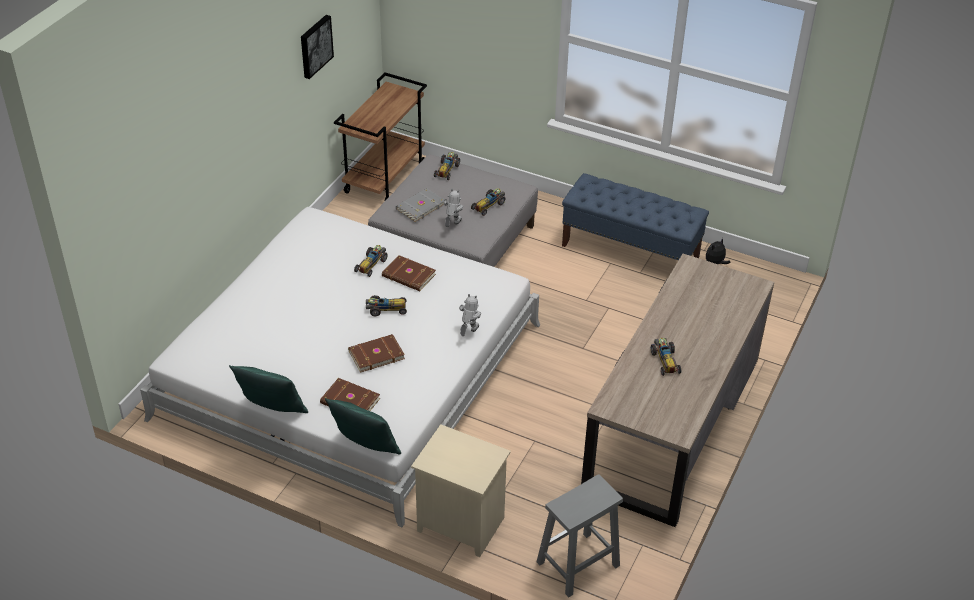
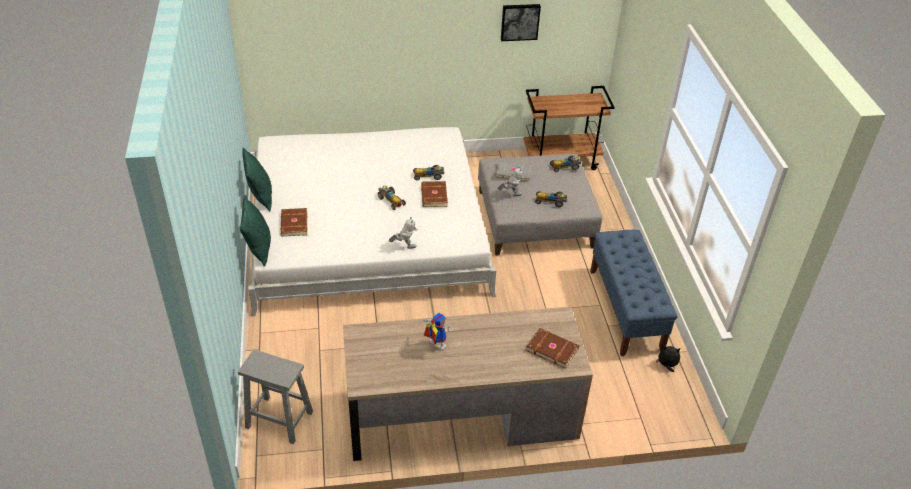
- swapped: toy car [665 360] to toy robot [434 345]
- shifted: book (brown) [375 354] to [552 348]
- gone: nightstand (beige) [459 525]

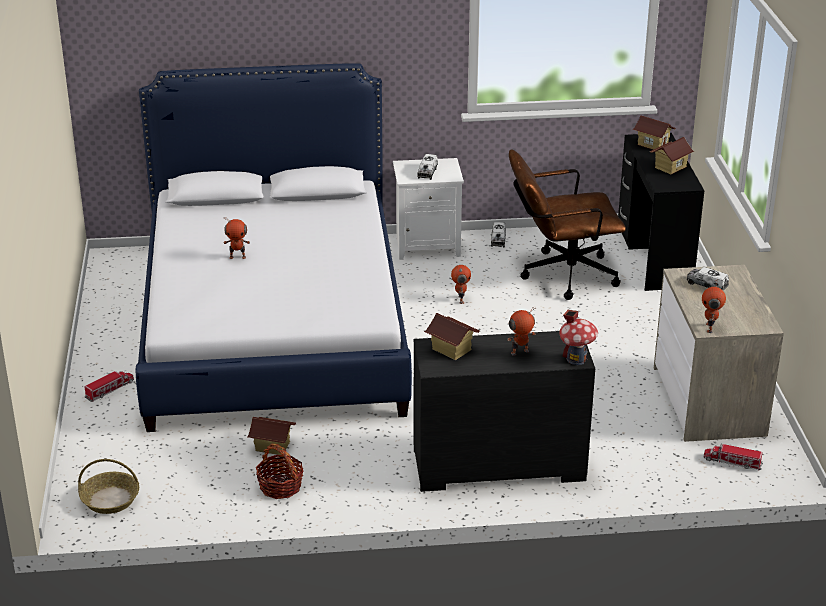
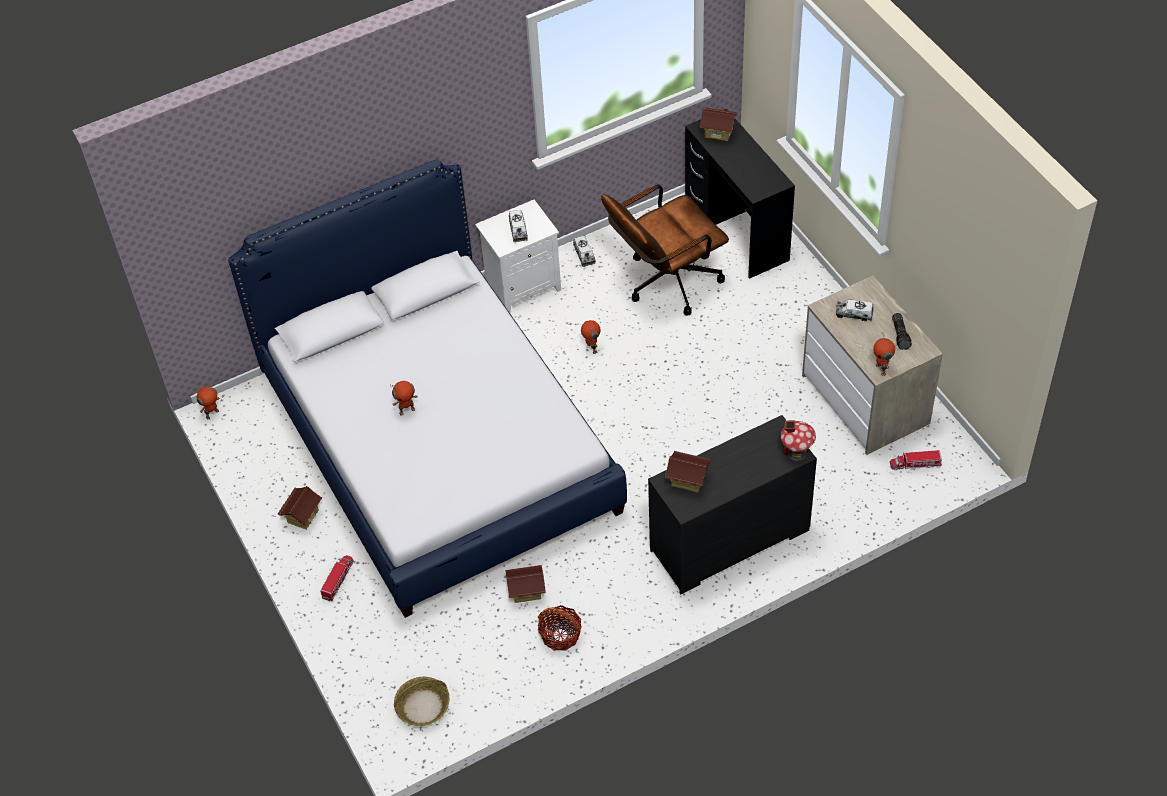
- shifted: toy robot [520 353] to [212 414]
- shifted: toy house [670 167] to [302 516]
- new: flashlight [901 335]

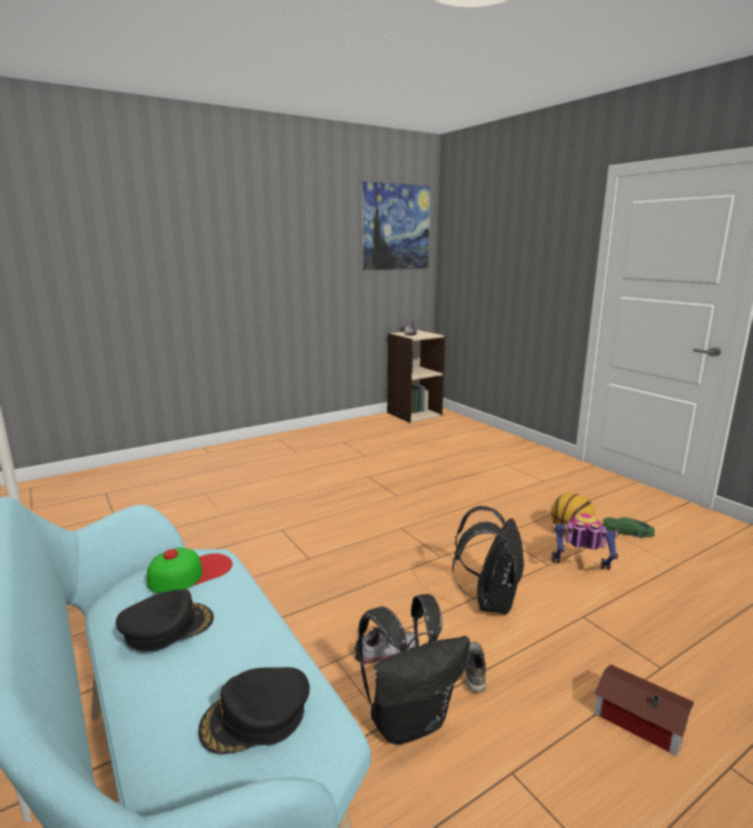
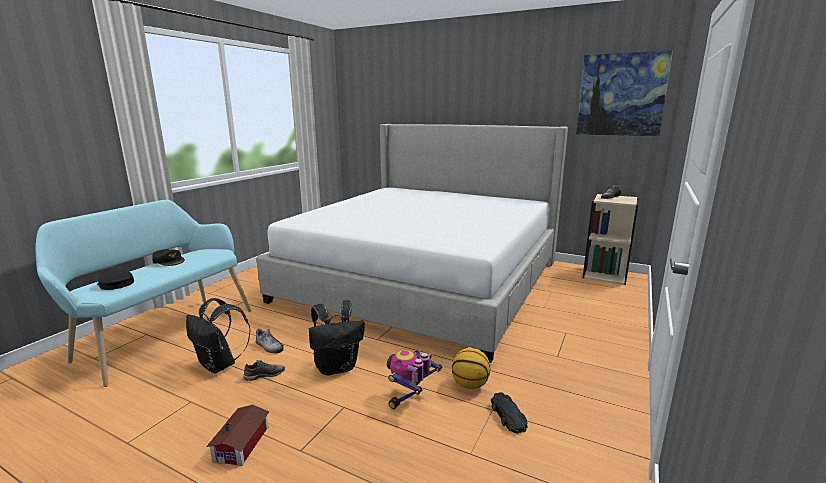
- new: bed [424 280]
- rotated: toy robot [580 569] = [411 397] 135 degrees counterclockwise
- repainted: toy car (green) [628 531] to toy car (black) [508 416]
- gone: cap [191 573]

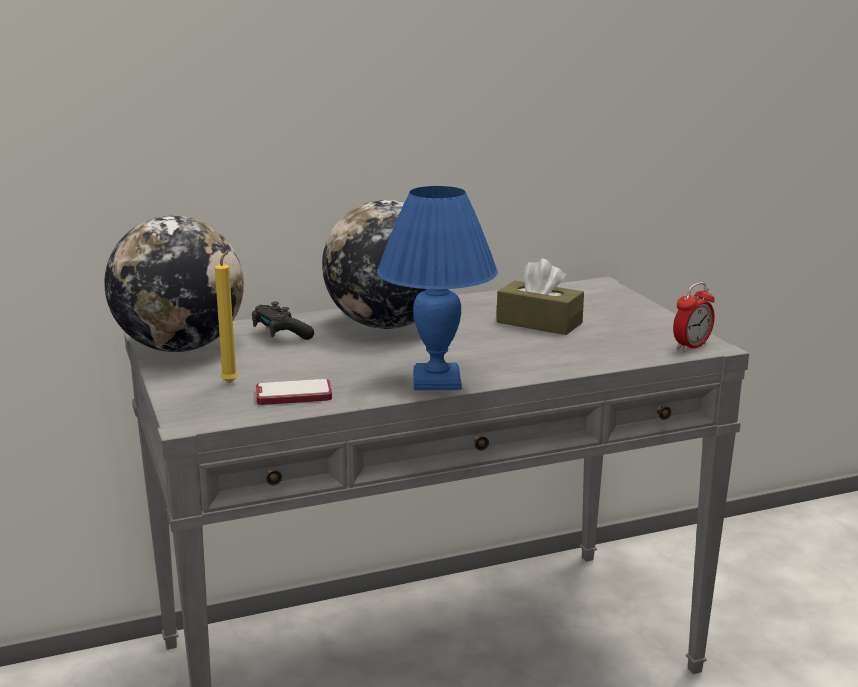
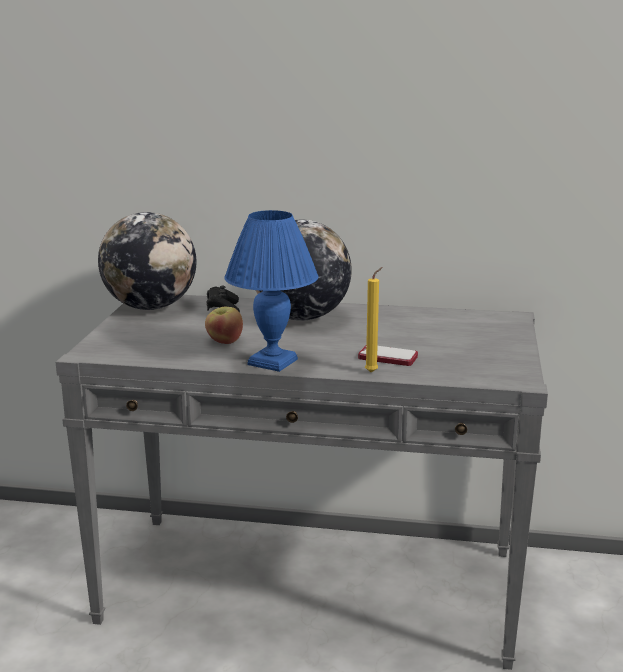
- new: apple [224 341]
- shifted: phone [293 394] to [388 357]
- shifted: candle (yellow) [231 382] to [373 372]
- gone: tissue box (brown) [539 323]
- gone: alarm clock [691 346]

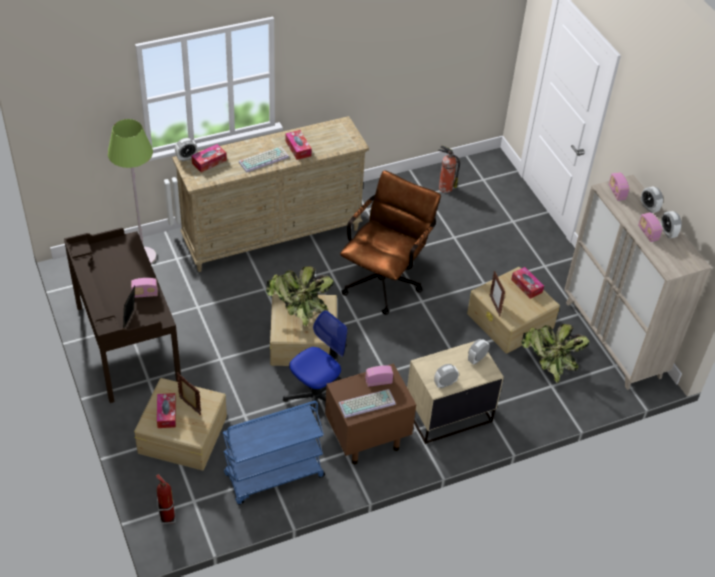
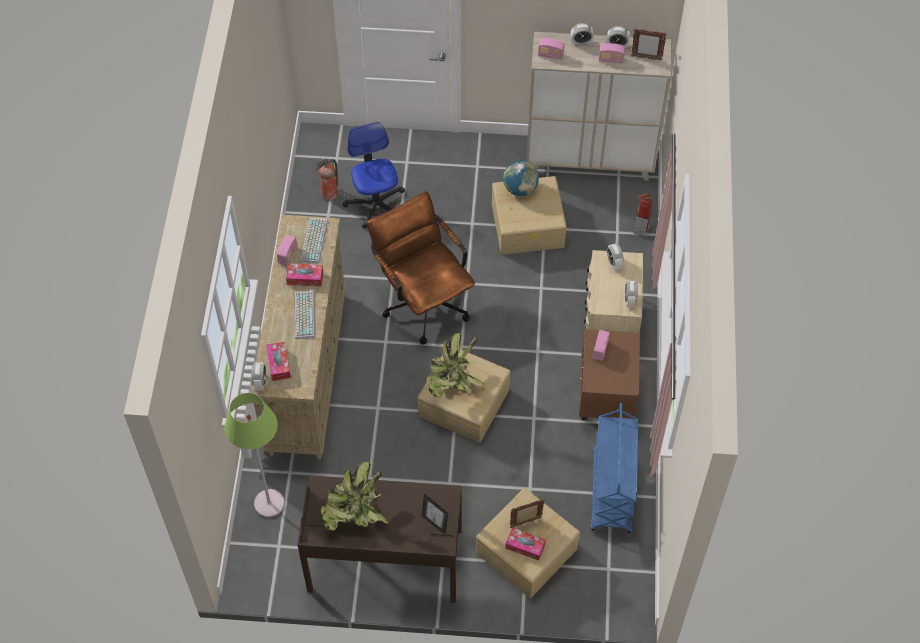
- shifted: radio [145 294] to [288 255]
- shifted: keyboard [367 403] to [313 239]
- shifted: potted plant [549 365] to [355 514]
- shifted: office chair [316 398] to [375 204]
- swapped: tissue box [526 286] to globe [520 189]
- shifted: picture frame [494 306] to [646 58]
- shifted: fire extinguisher [167 517] to [640 230]

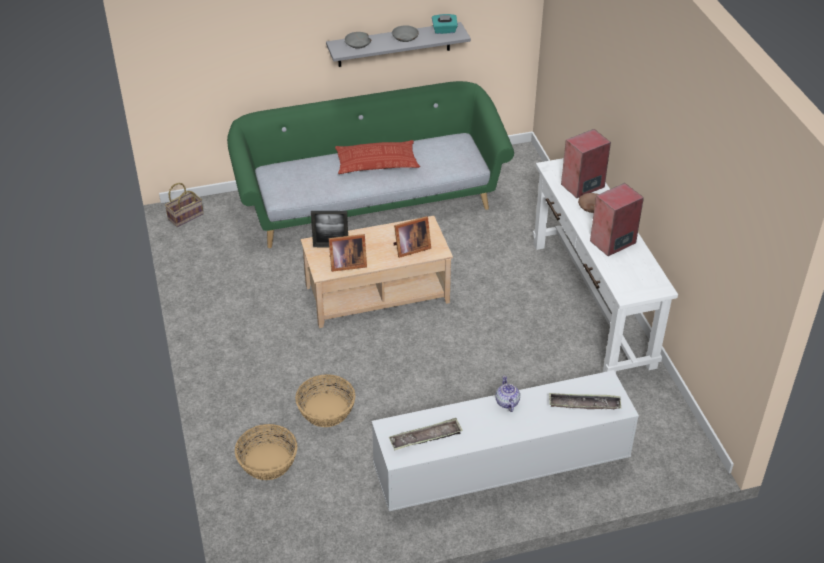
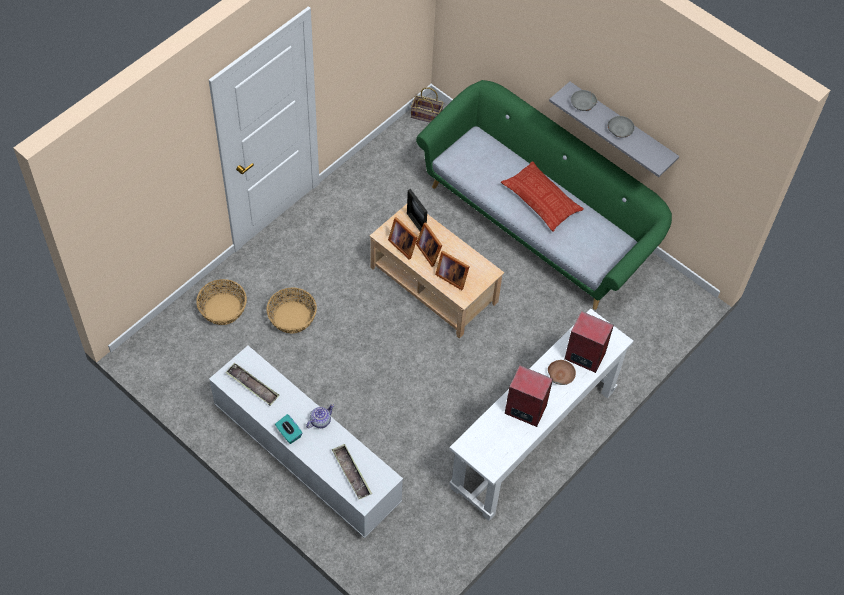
- shifted: tissue box (turquoise) [444 30] to [289 433]
- new: picture frame [430 251]

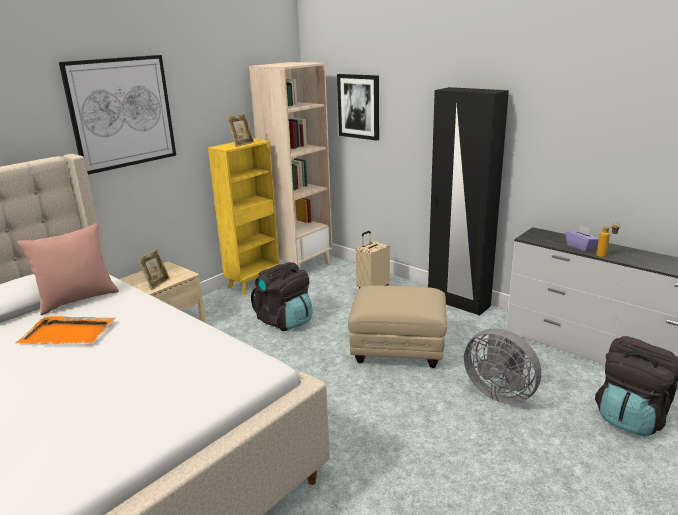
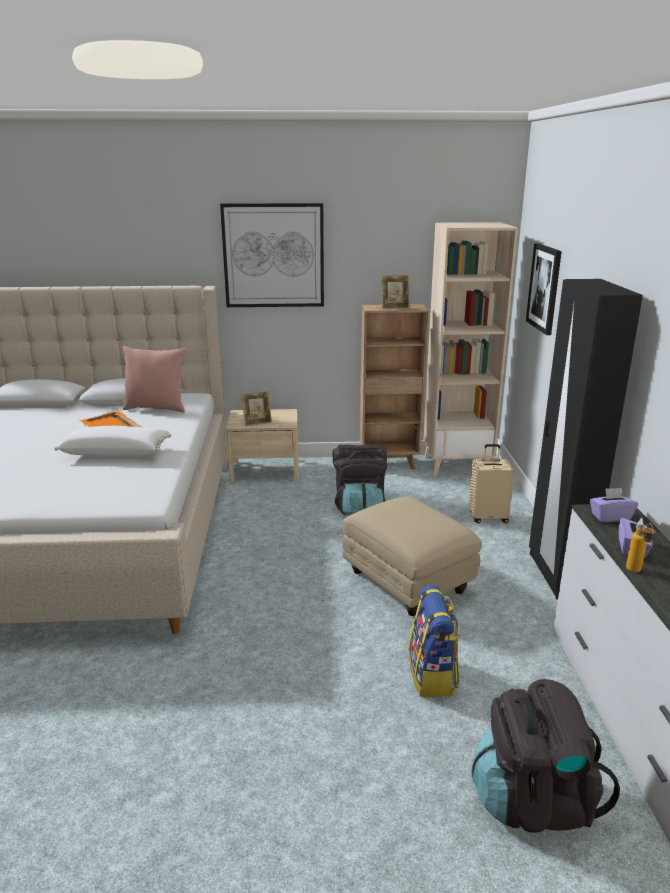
- new: pillow (white) [116 453]
- repainted: bookcase (yellow) [254 283] to bookcase (brown) [389 463]
- swapped: fan (grey) [500 392] to backpack [432 676]
- new: tissue box (purple) [610 517]

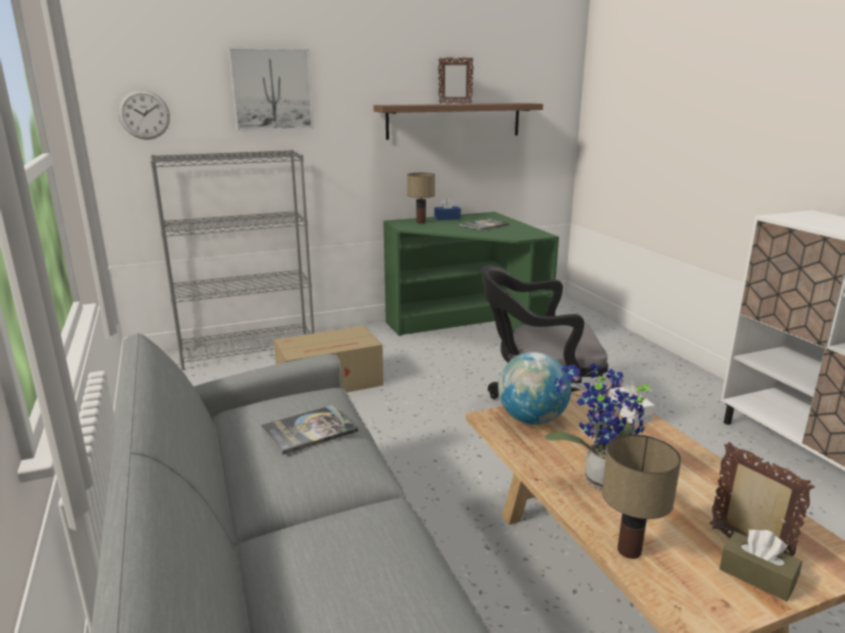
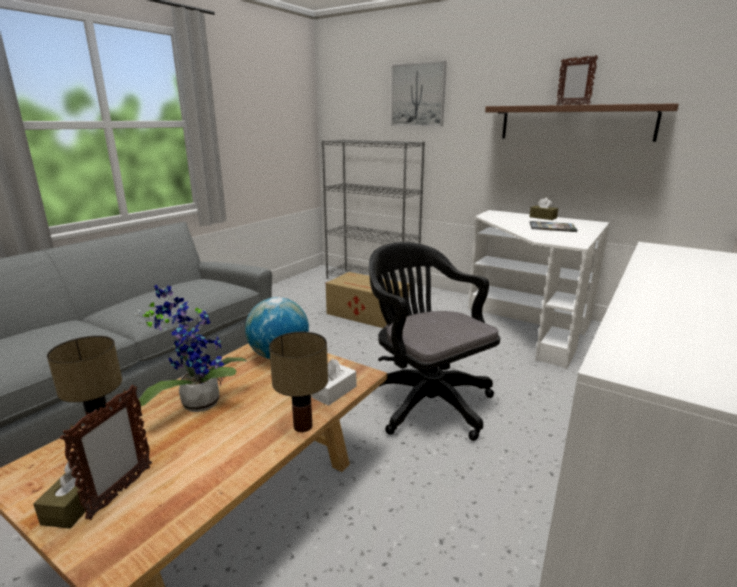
- shifted: table lamp [421 222] to [304 426]
- repainted: desk (green) [467 329] to desk (white) [528 326]
- repainted: tissue box (blue) [447 218] to tissue box (brown) [543 217]
- gone: wall clock [144 114]
- gone: book [309 430]

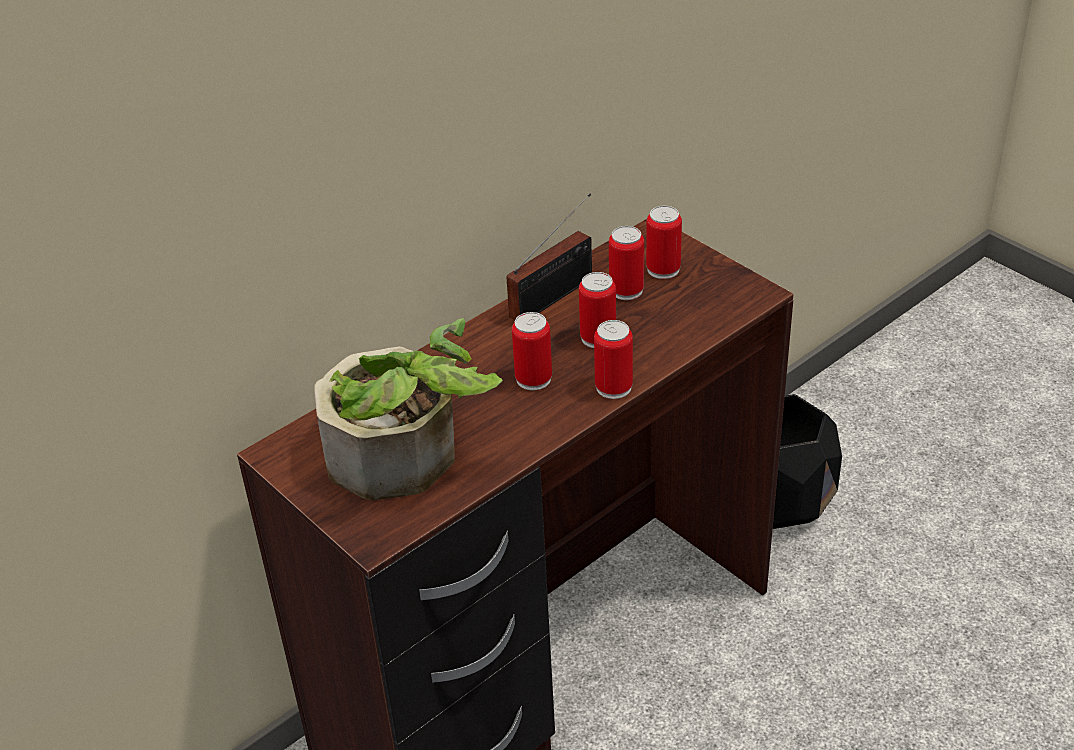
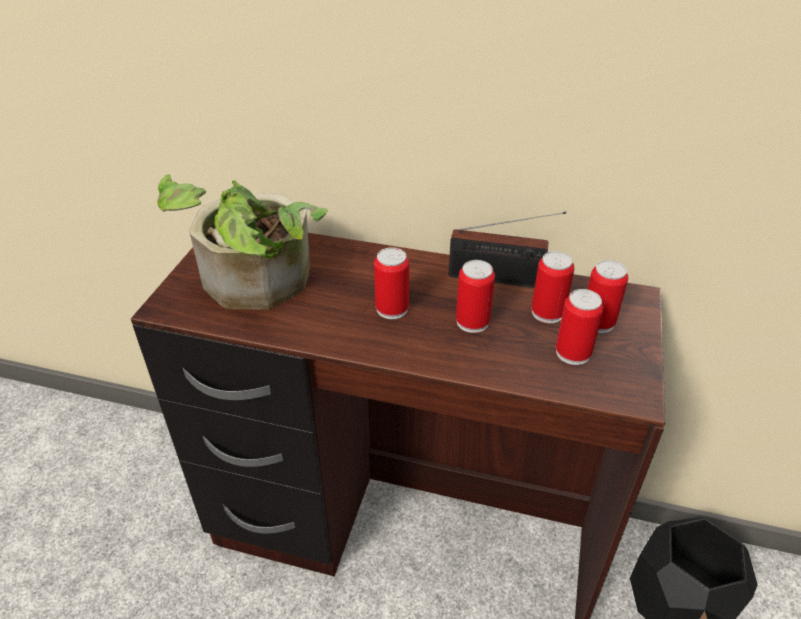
- shifted: can [613 387] to [573 353]

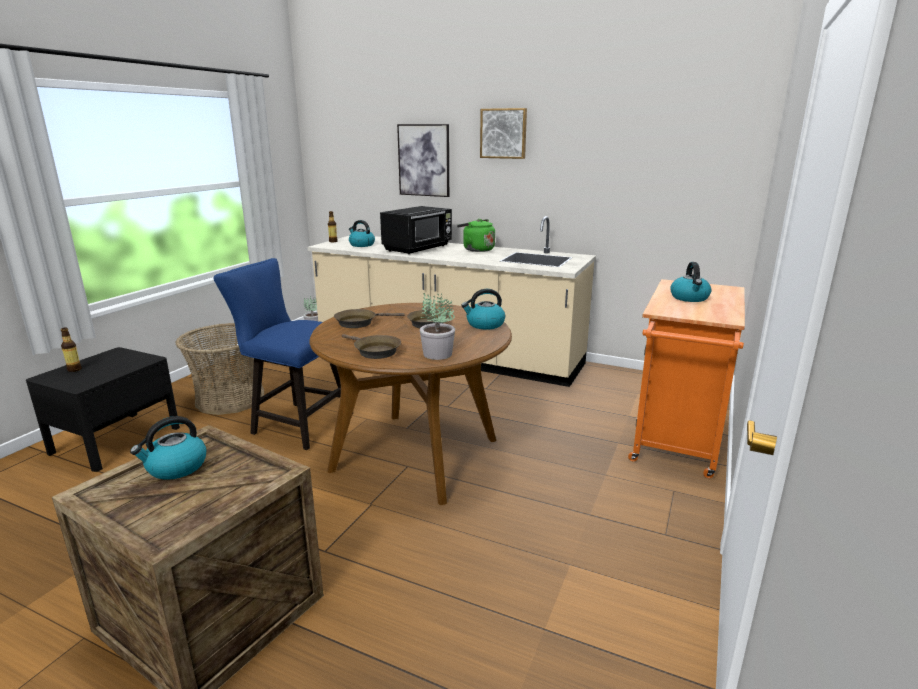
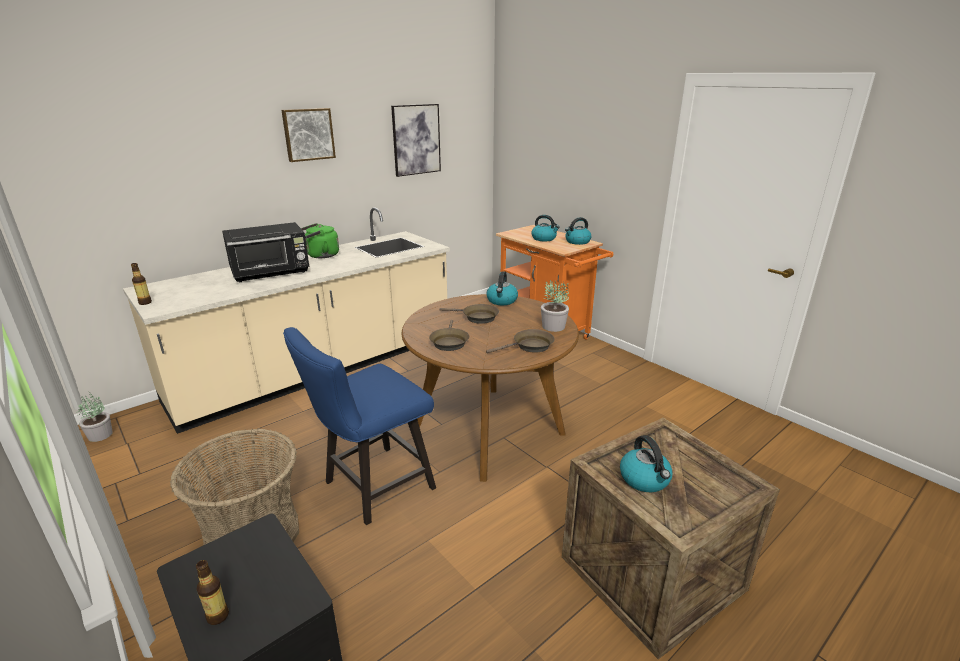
- rotated: microwave (black) [418 248] = [271 273] 90 degrees clockwise
- shifted: picture [424 160] to [416 139]
- shifted: kettle [361 245] to [577 242]

